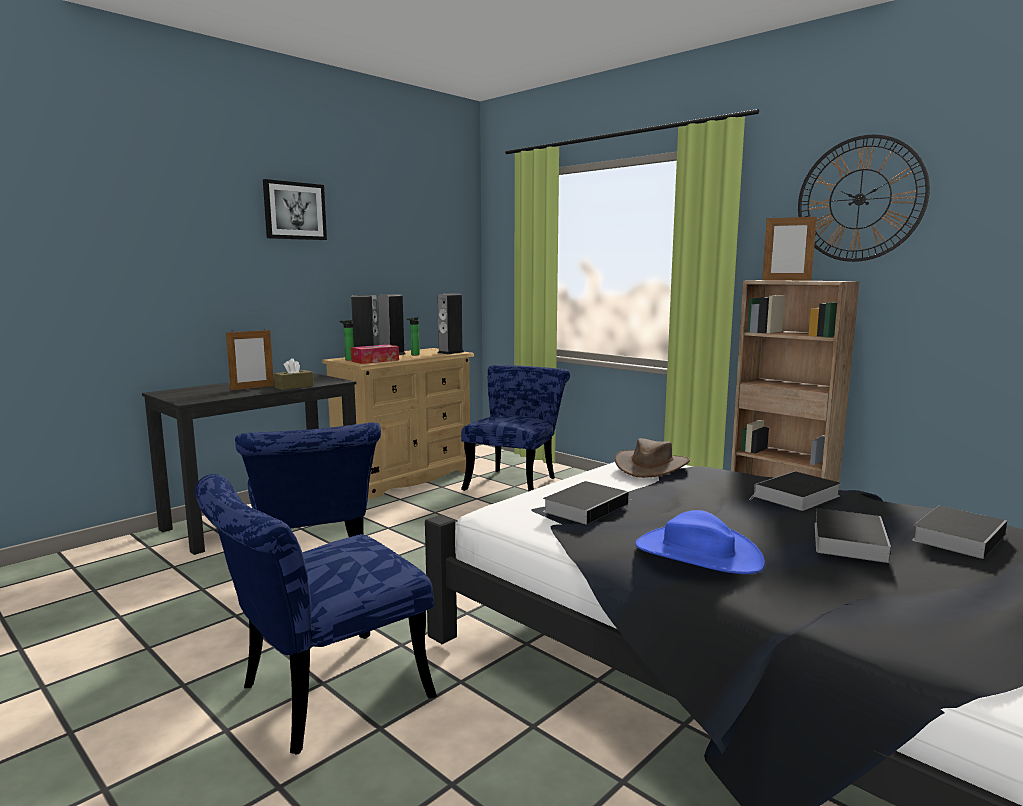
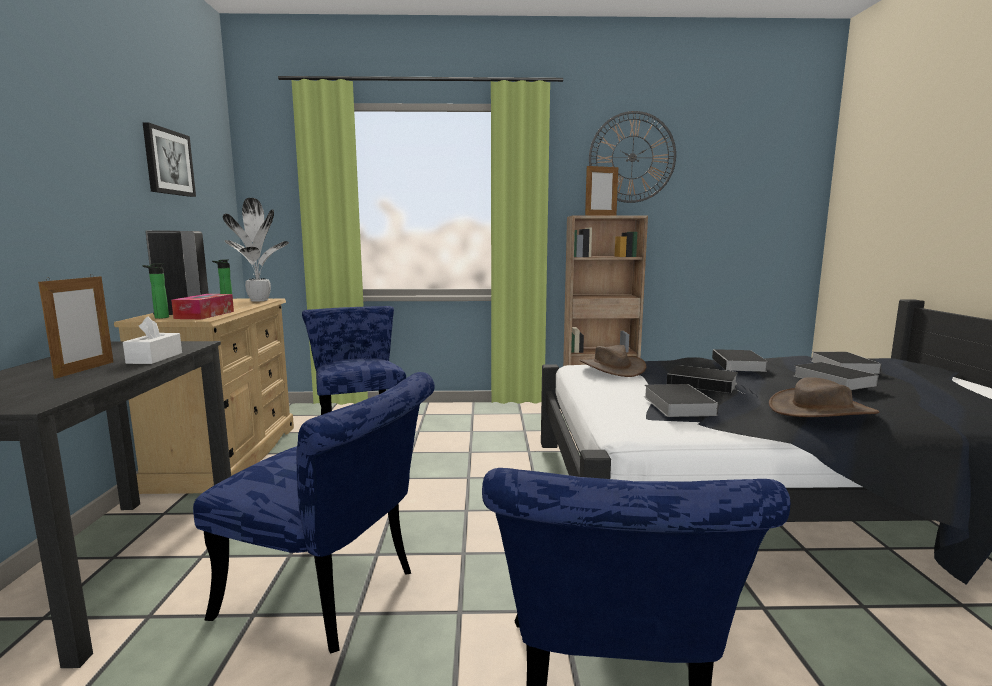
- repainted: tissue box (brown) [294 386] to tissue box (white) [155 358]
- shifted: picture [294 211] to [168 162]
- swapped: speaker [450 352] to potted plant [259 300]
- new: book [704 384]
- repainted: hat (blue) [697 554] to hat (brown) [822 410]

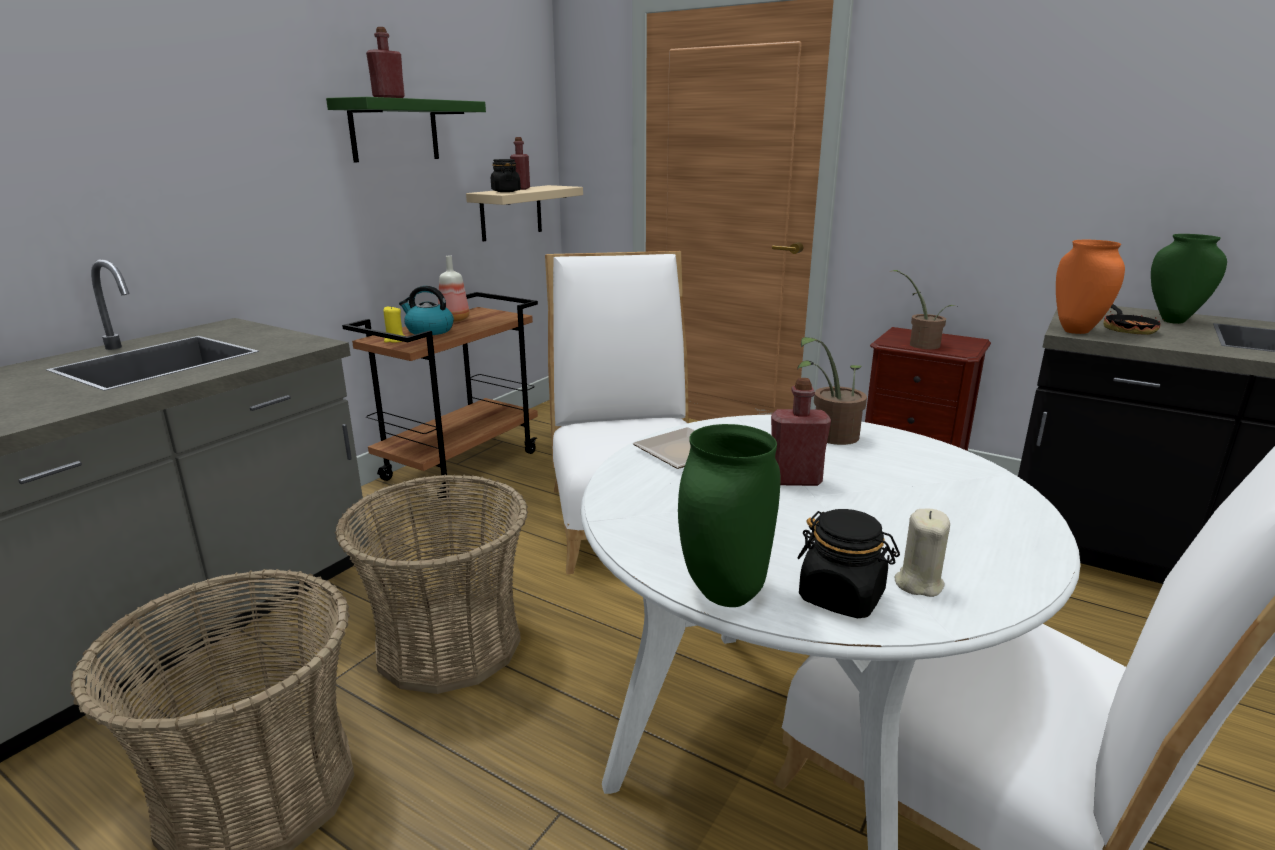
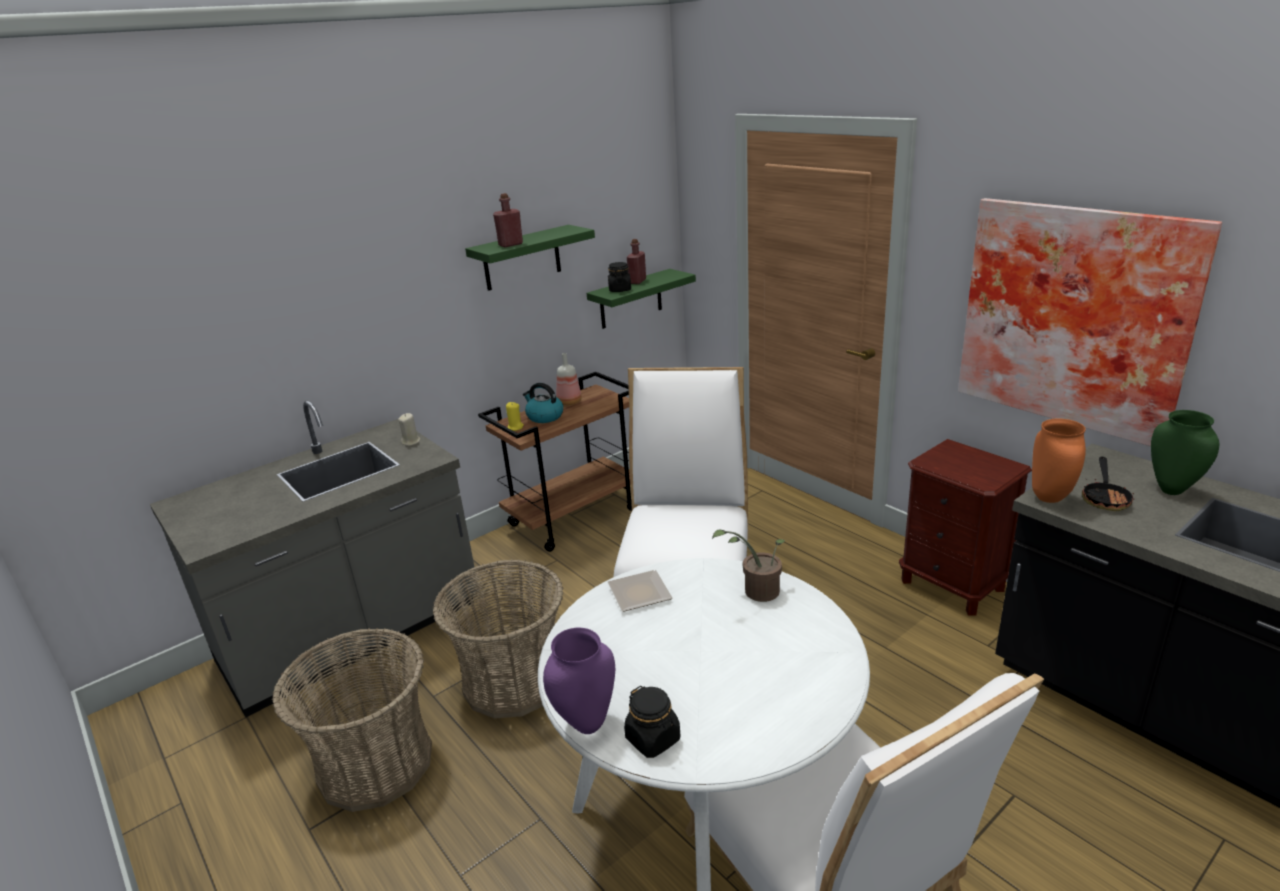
- shifted: candle (beige) [918 583] to [411 442]
- repainted: vase (green) [723 594] to vase (purple) [586 723]
- repainted: shelf (beige) [511 212] to shelf (green) [630 299]
- new: picture [1075 316]
- gone: bottle (red) [795 480]
- gone: potted plant [920 344]

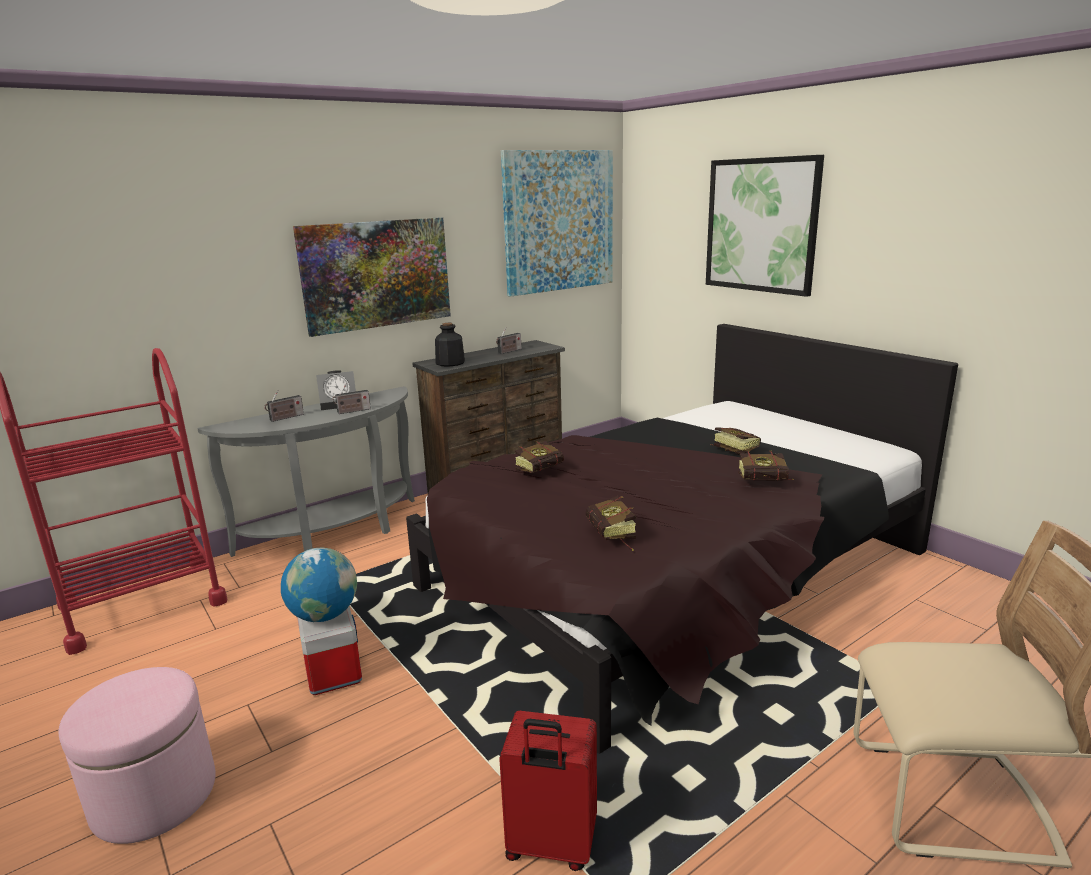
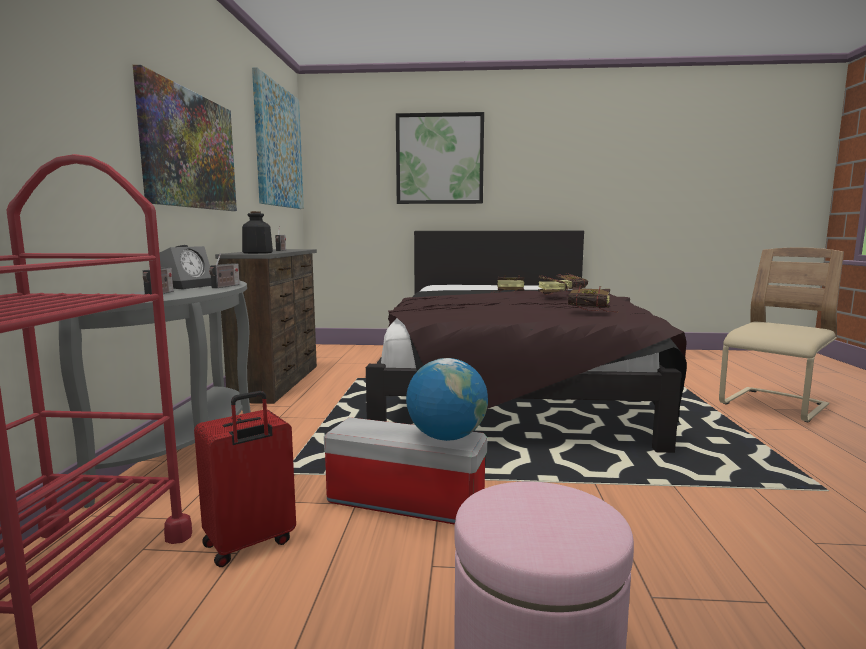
- shifted: suitcase (red) [550 846] to [249 544]
- shifted: book [543 470] to [550 295]

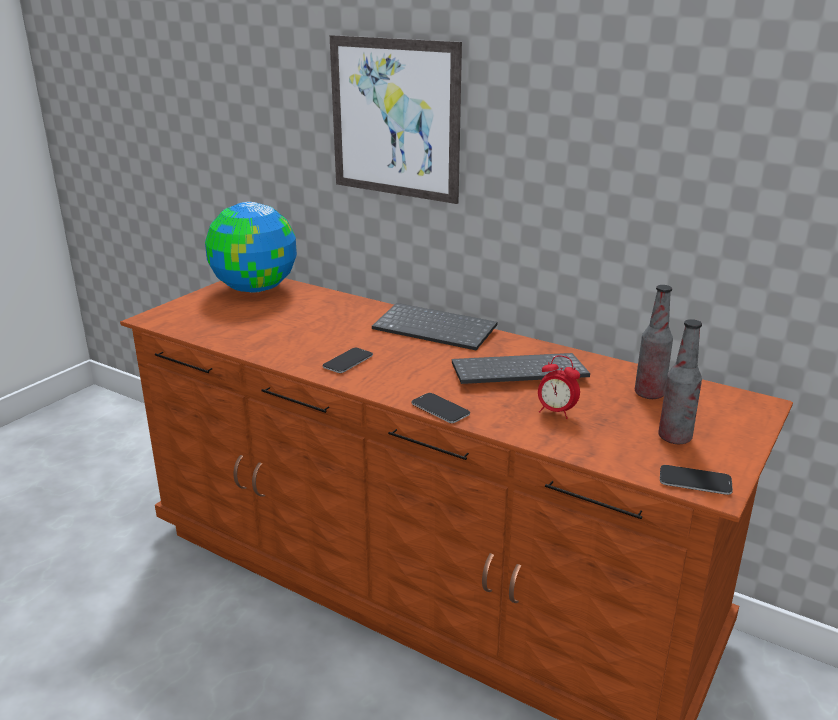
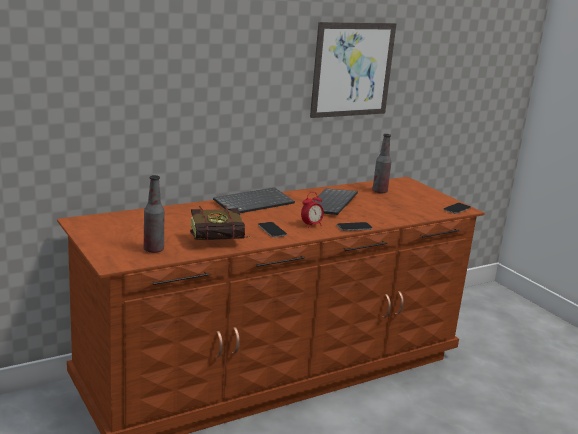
- shifted: bottle [674 438] to [153 250]
- new: book [222 242]
- shifted: alarm clock [556 412] to [311 225]
- shifted: picture [395 118] to [352 69]
- gone: globe [254 289]

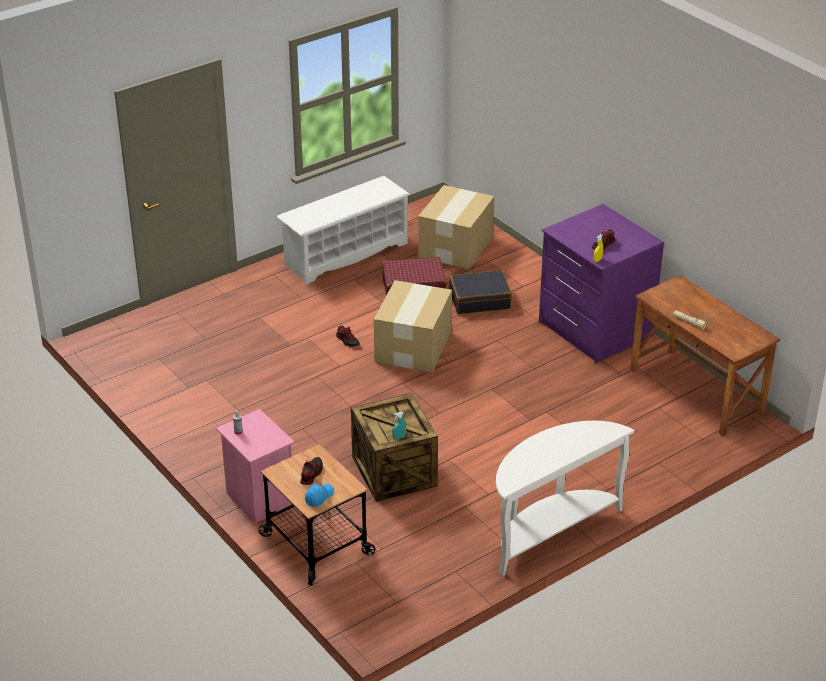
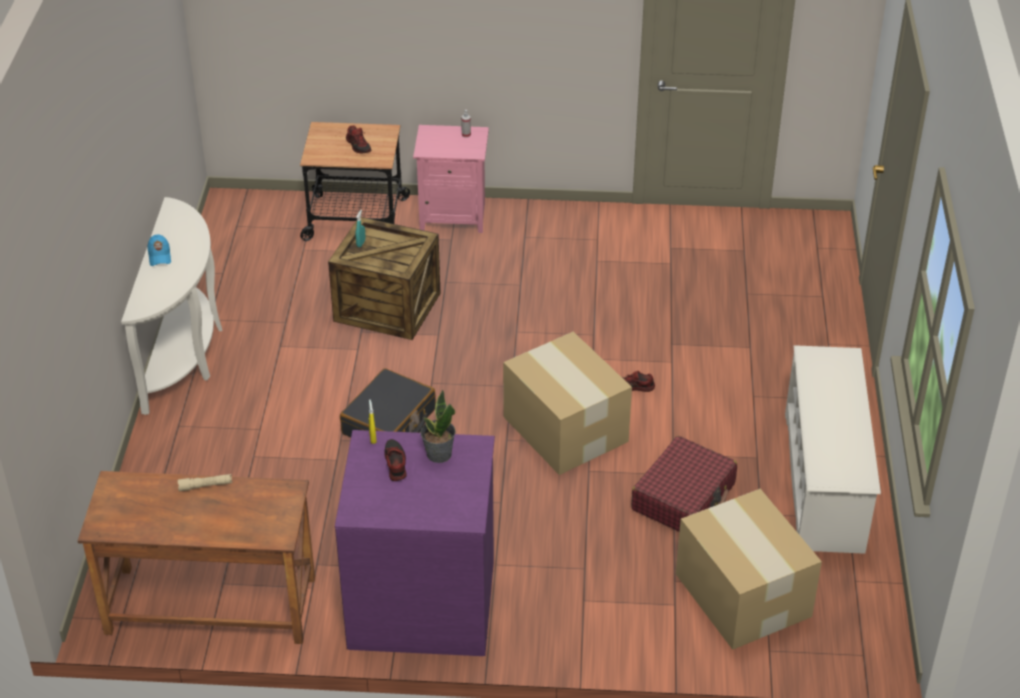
- shifted: cap (blue) [319 497] to [159 256]
- shifted: suitcase (black) [479 300] to [389 422]
- new: potted plant [438 454]

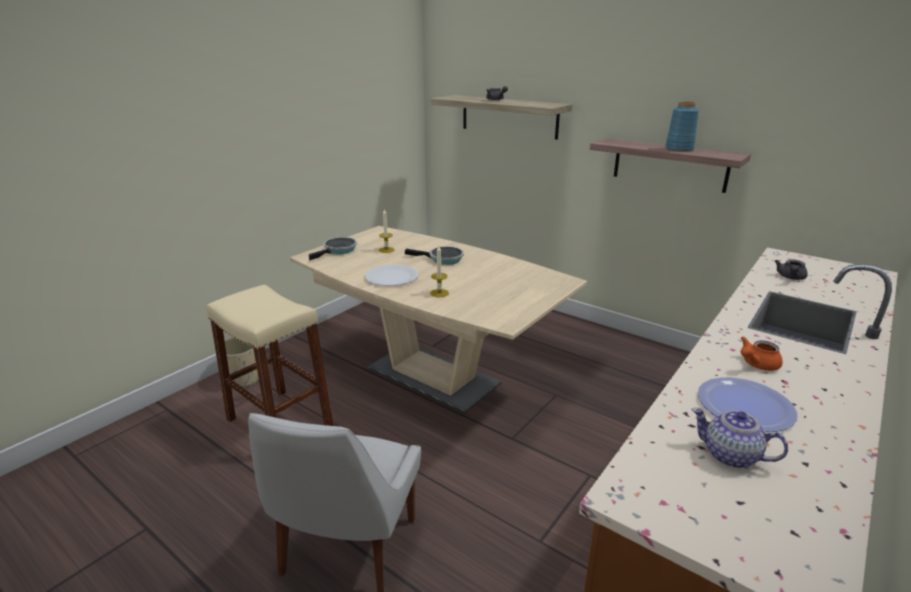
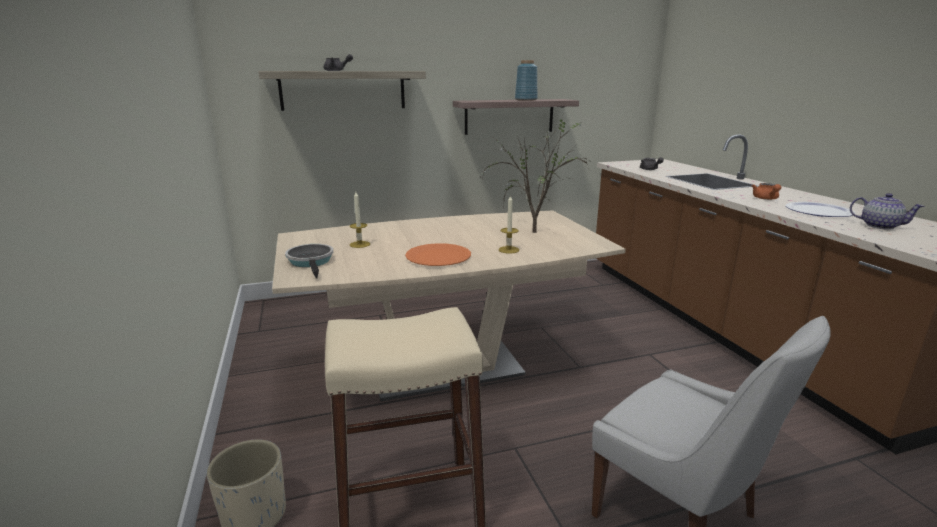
- repainted: plate (white) [391 277] to plate (orange) [438 257]
- new: potted plant [534 231]
- rotated: teapot [731 456] = [879 226] 120 degrees counterclockwise
- gone: frying pan [443 259]

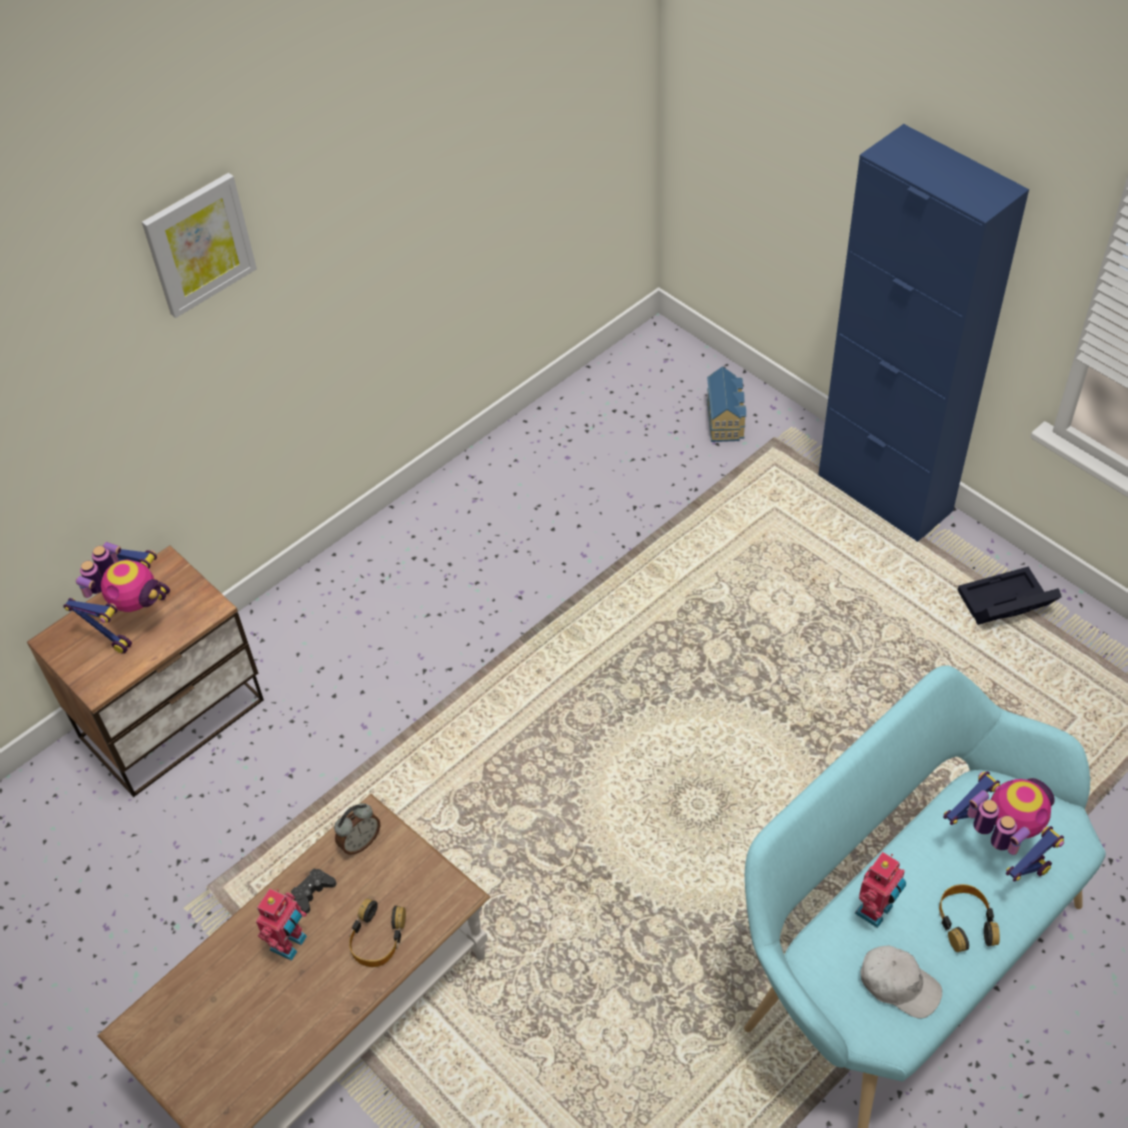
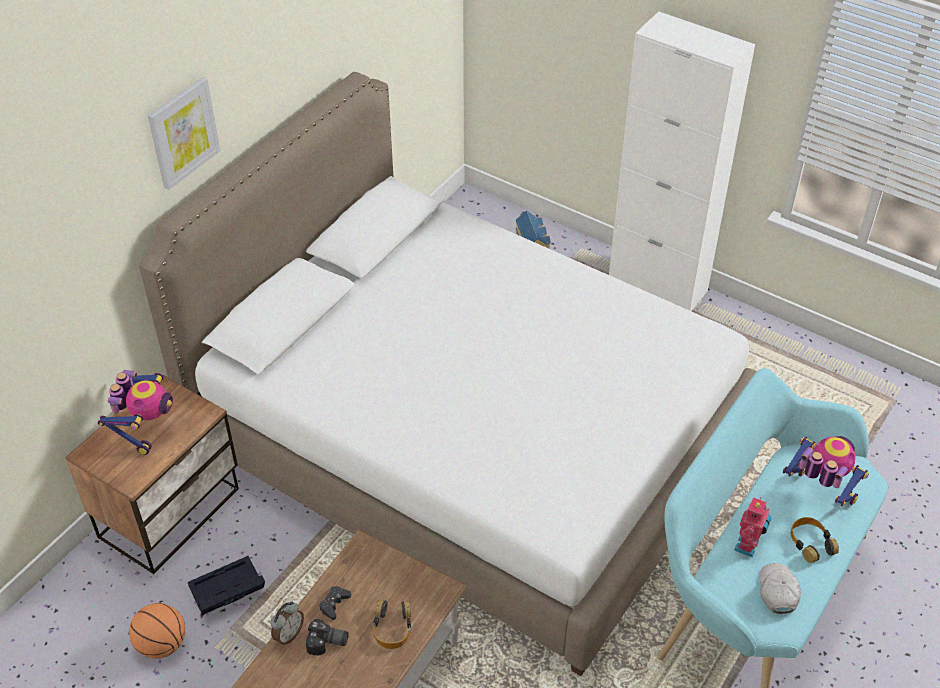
- new: basketball [162 644]
- new: bed (white) [469 443]
- shifted: storage box (black) [1003 605] to [226 593]
- shifted: alarm clock [360 842] to [288 634]
- swapped: toy robot [290 944] to photo camera [327 643]
- repainted: cabinet (blue) [884 493] to cabinet (white) [657 284]
- rotated: cap (white) [898 984] = [778 591] 105 degrees counterclockwise

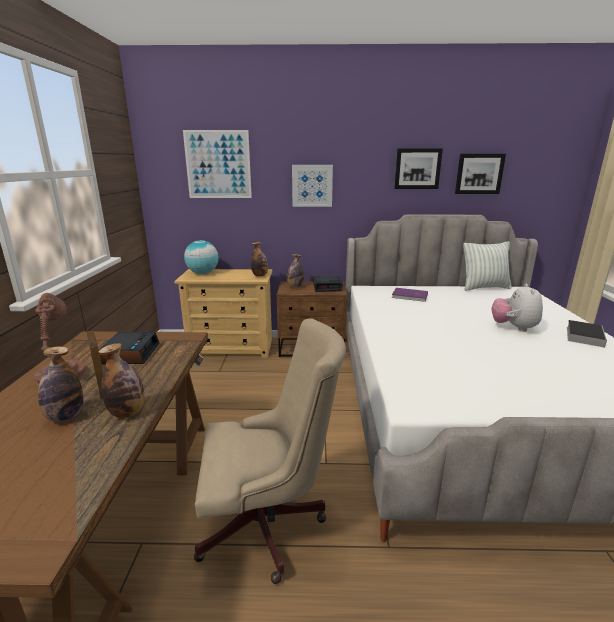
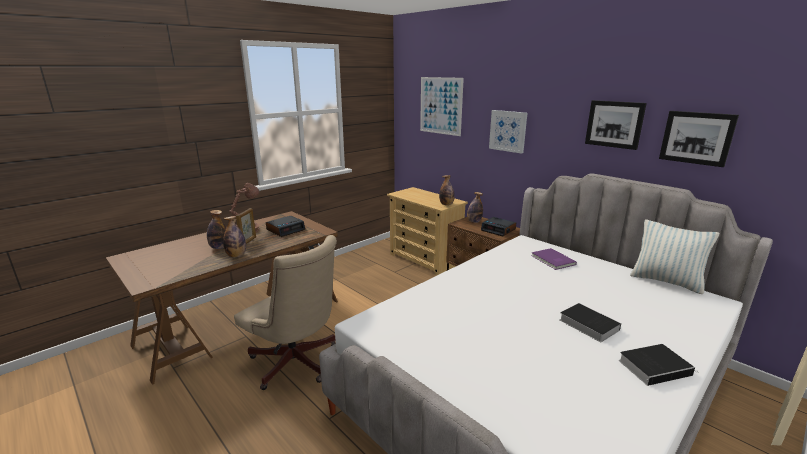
- swapped: plush toy [514 328] to book [586 324]
- gone: globe [203 273]

